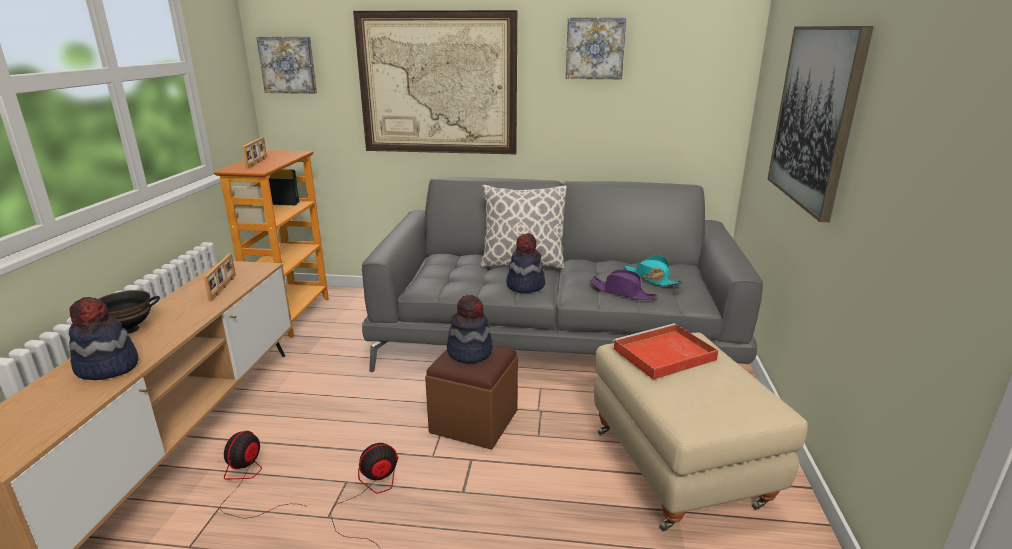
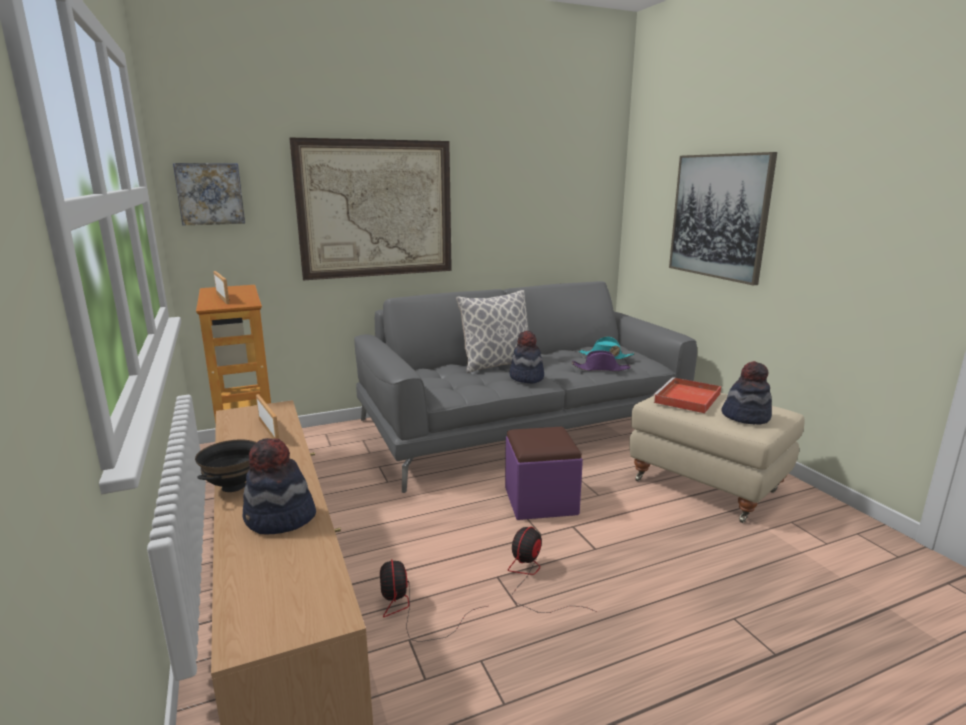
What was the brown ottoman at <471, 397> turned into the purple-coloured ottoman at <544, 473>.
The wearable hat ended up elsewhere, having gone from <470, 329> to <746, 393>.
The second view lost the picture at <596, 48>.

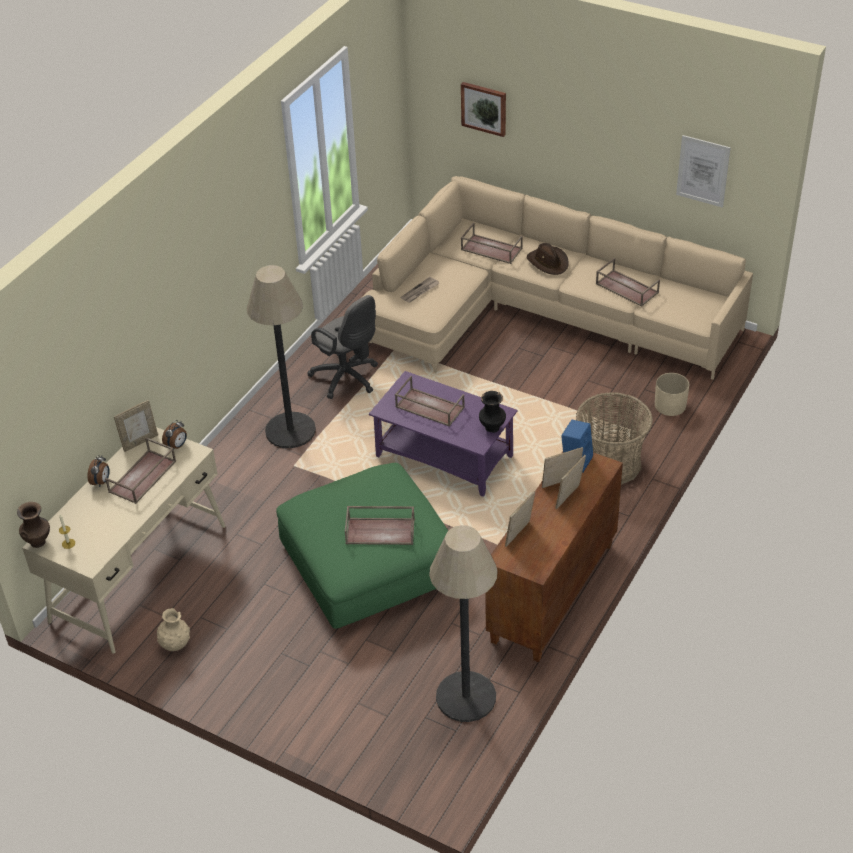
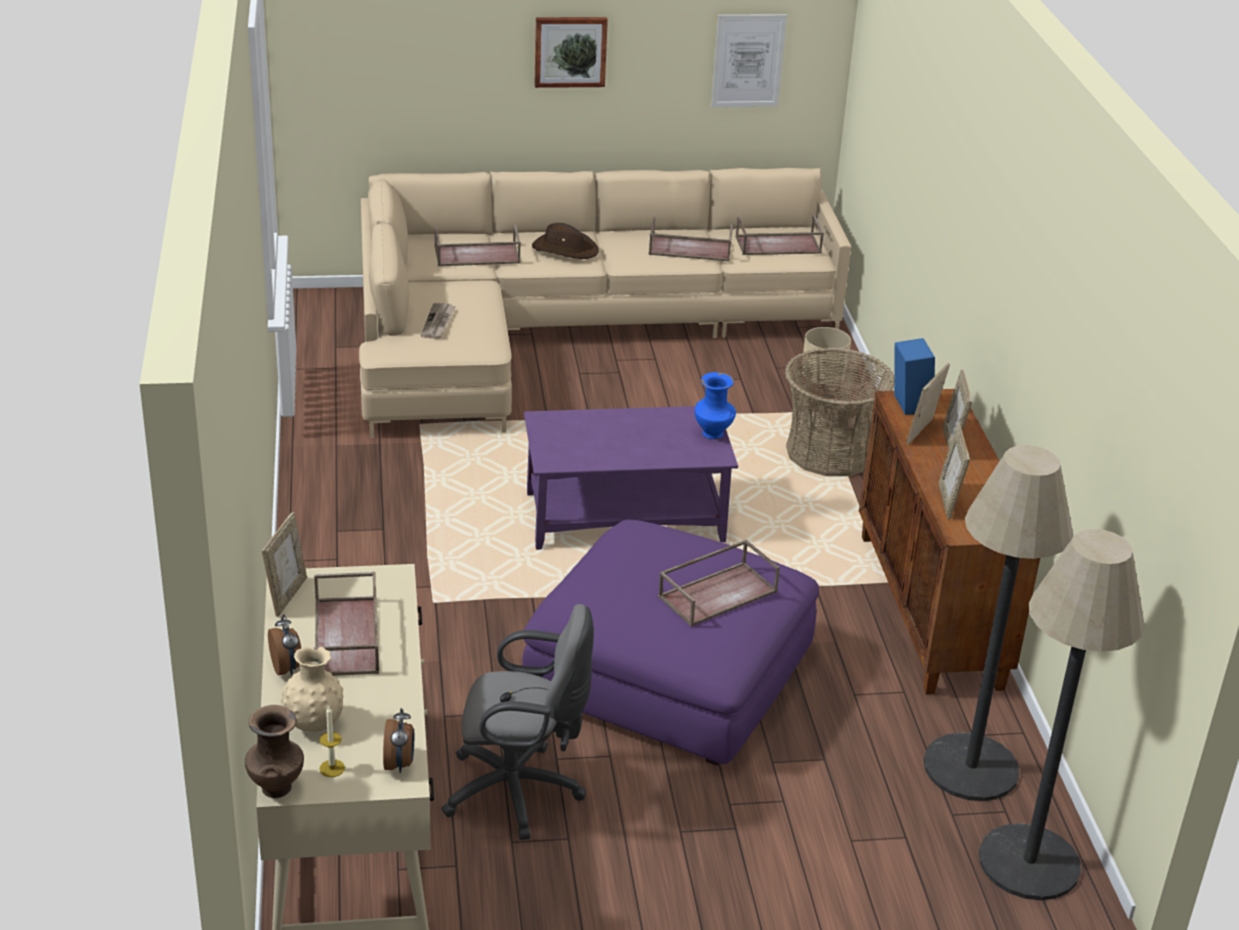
The beige flower vase ended up elsewhere, having gone from <173, 629> to <312, 689>.
The table clock ended up elsewhere, having gone from <174, 434> to <398, 740>.
The greyish office chair ended up elsewhere, having gone from <342, 347> to <517, 722>.
What was the green ottoman at <362, 546> turned into the purple-coloured ottoman at <670, 643>.
The picture ended up elsewhere, having gone from <483, 109> to <571, 52>.
What was the black-coloured flower vase at <492, 412> turned into the blue flower vase at <715, 405>.
The brown tray ended up elsewhere, having gone from <430, 401> to <779, 235>.
The standing lamp ended up elsewhere, having gone from <281, 356> to <1062, 714>.

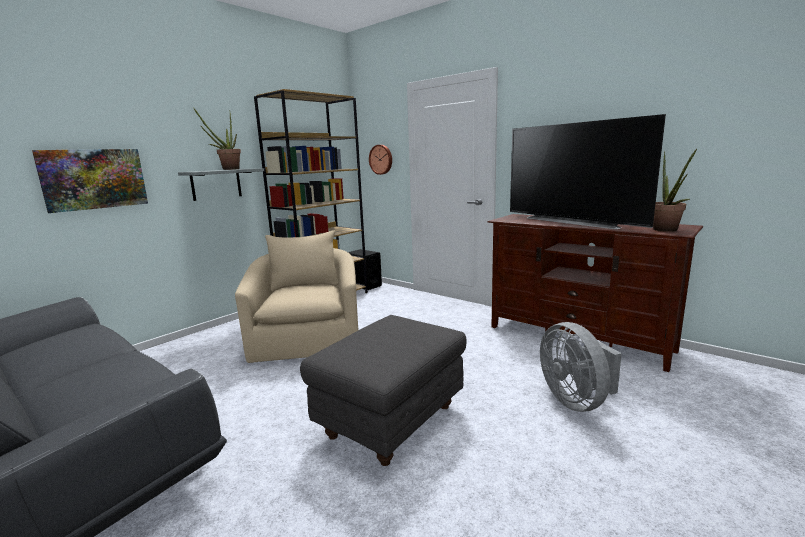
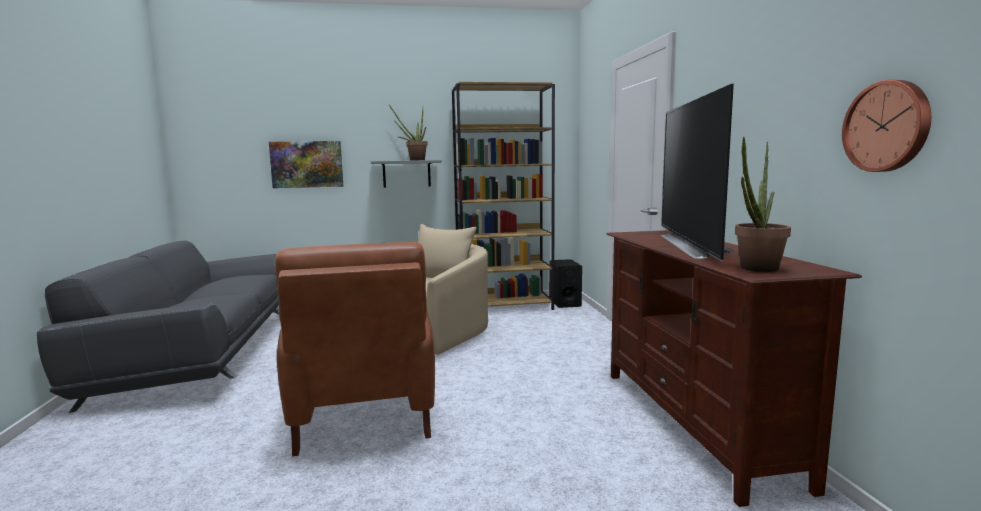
Where the greyish ottoman stood at <383, 390>, the brown easy chair came to stand at <355, 349>.
The clock on the wall ended up elsewhere, having gone from <380, 160> to <886, 126>.
The second view lost the greyish electric fan at <581, 367>.

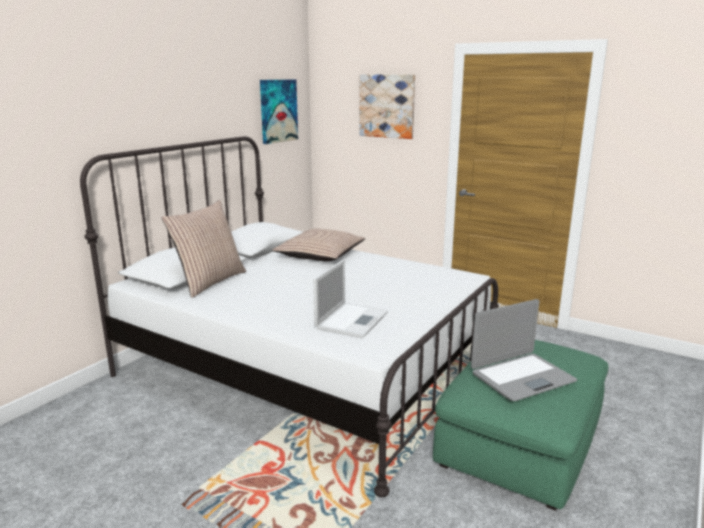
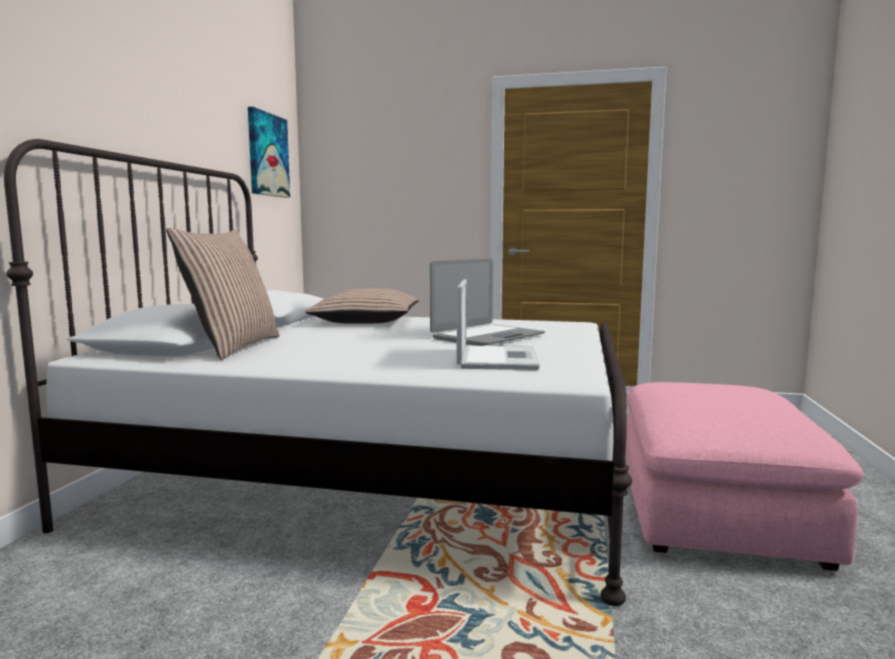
The laptop ended up elsewhere, having gone from <524, 350> to <487, 302>.
What was the green ottoman at <520, 425> turned into the pink ottoman at <744, 476>.
The second view lost the picture at <387, 106>.

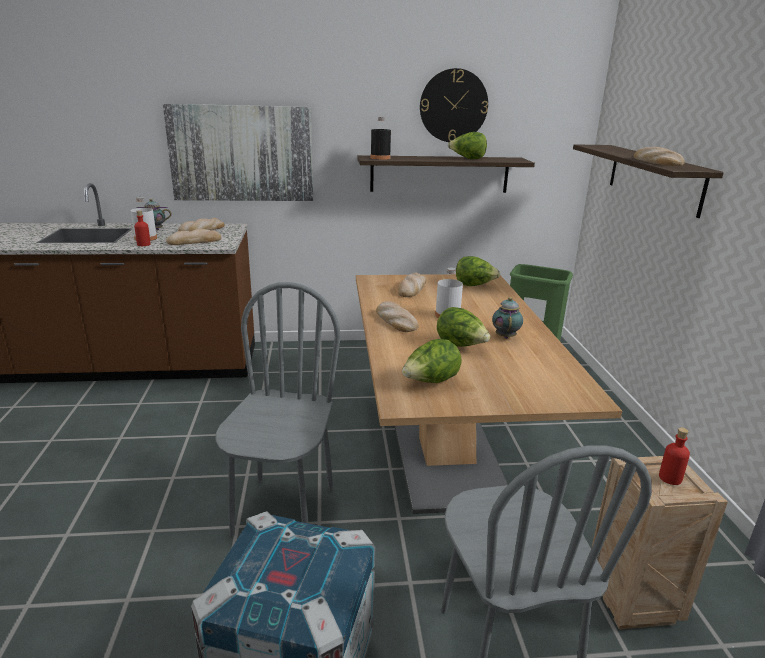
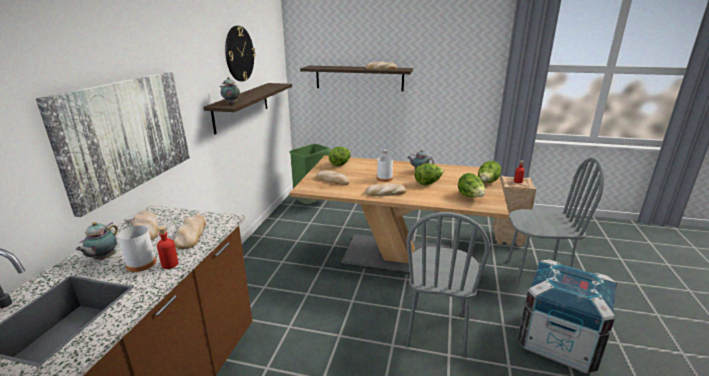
Where the black-coloured drink bottle stood at <381, 138>, the pot for tea came to stand at <230, 90>.
The greyish plain chair at <278, 409> ended up facing another way, 105 degrees counterclockwise from before.
The lettuce ended up elsewhere, having gone from <467, 145> to <489, 171>.

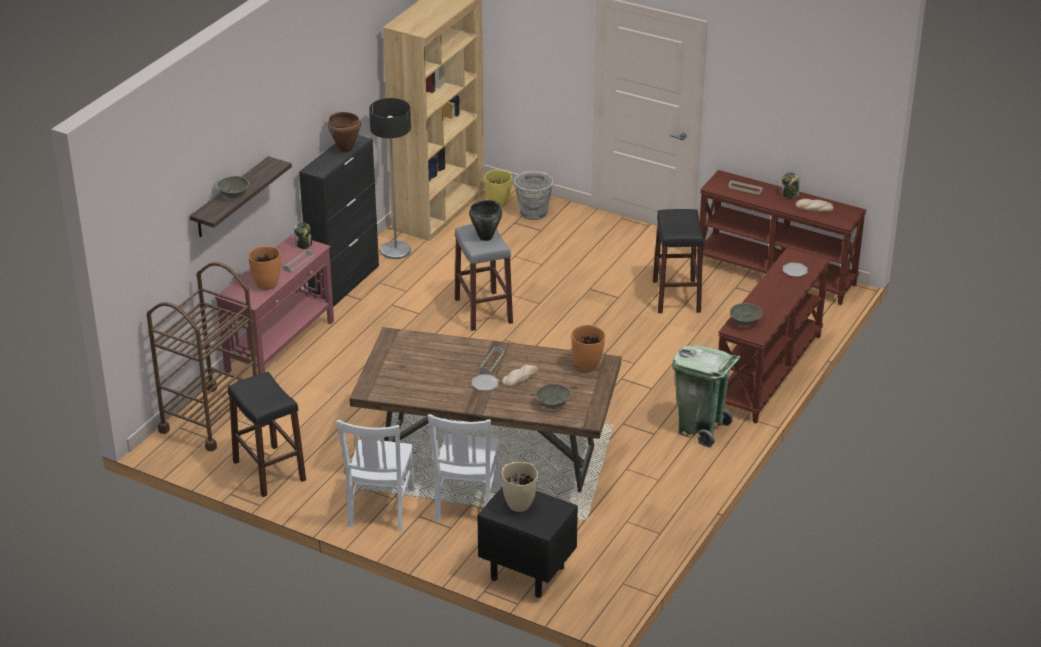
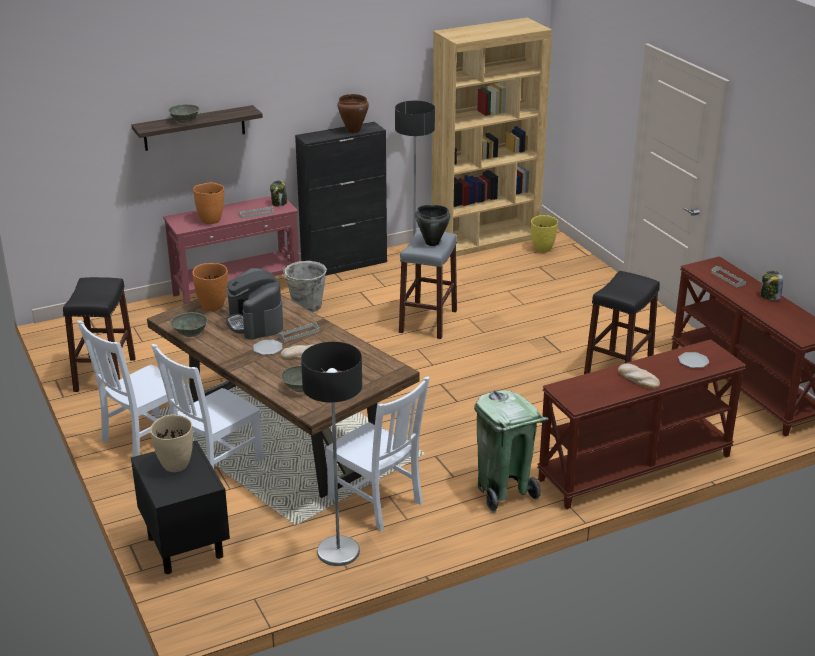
The greyish deep dish ended up elsewhere, having gone from <746, 315> to <189, 324>.
The orange flower vase ended up elsewhere, having gone from <588, 348> to <210, 287>.
The second view gained the coffee maker at <254, 304>.
The greyish bucket ended up elsewhere, having gone from <533, 195> to <305, 286>.
The second view gained the standing lamp at <331, 454>.
The second view gained the white plain chair at <378, 454>.
The bakery bread ended up elsewhere, having gone from <814, 205> to <639, 376>.
The second view lost the brown cart at <202, 356>.

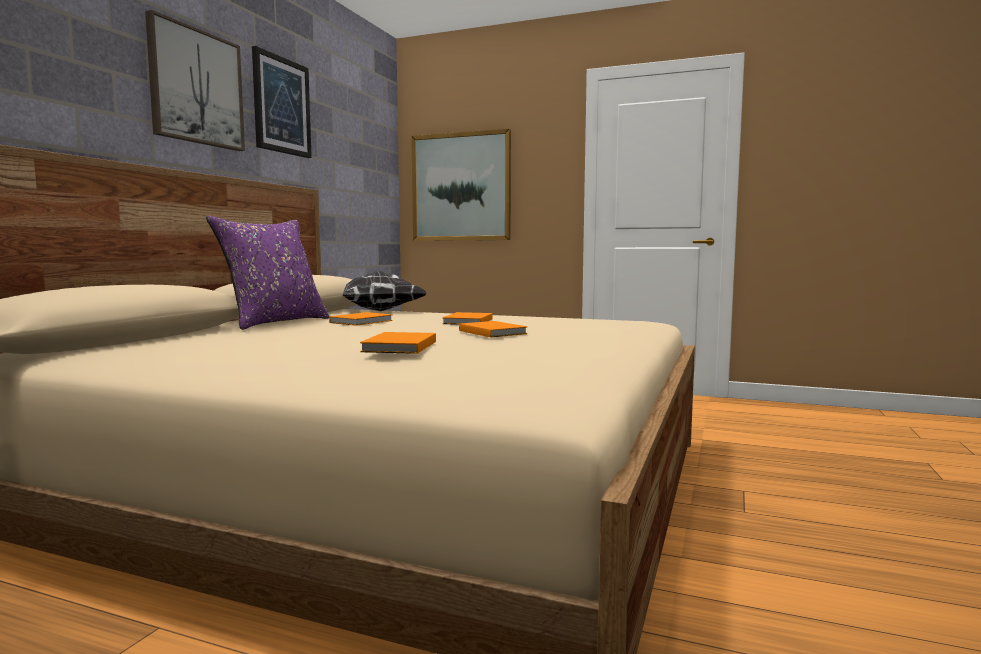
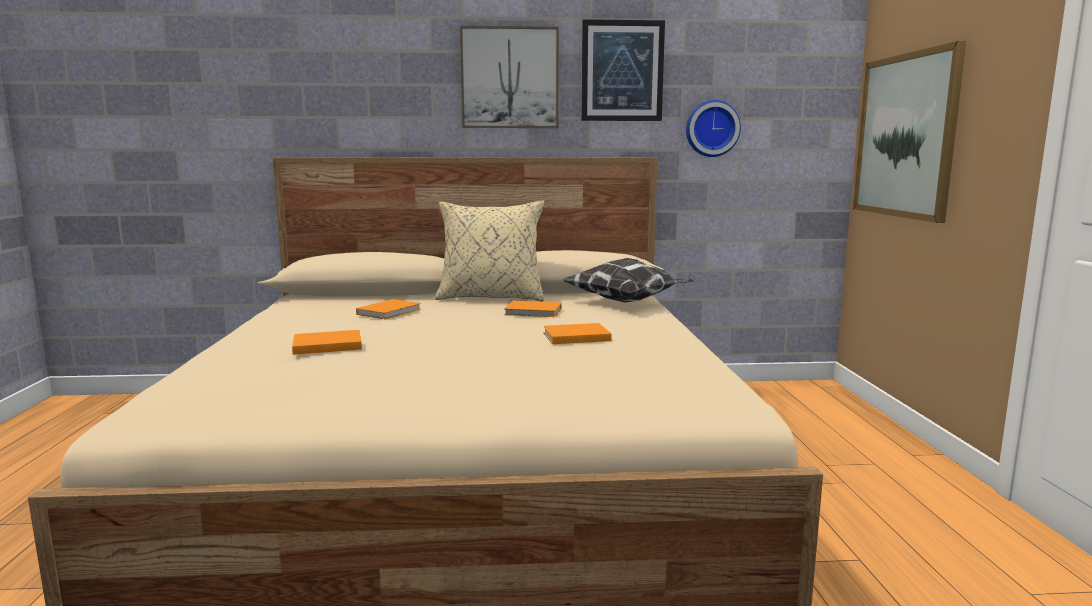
The orange bound book ended up elsewhere, having gone from <493, 329> to <388, 309>.
What was the purple-coloured throw pillow at <267, 273> turned into the beige throw pillow at <489, 251>.
The second view gained the clock on the wall at <713, 128>.

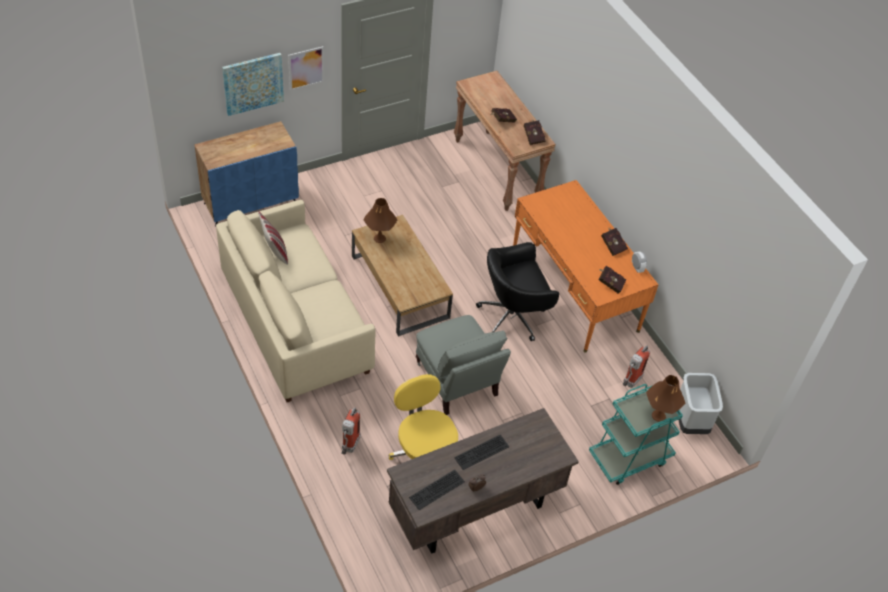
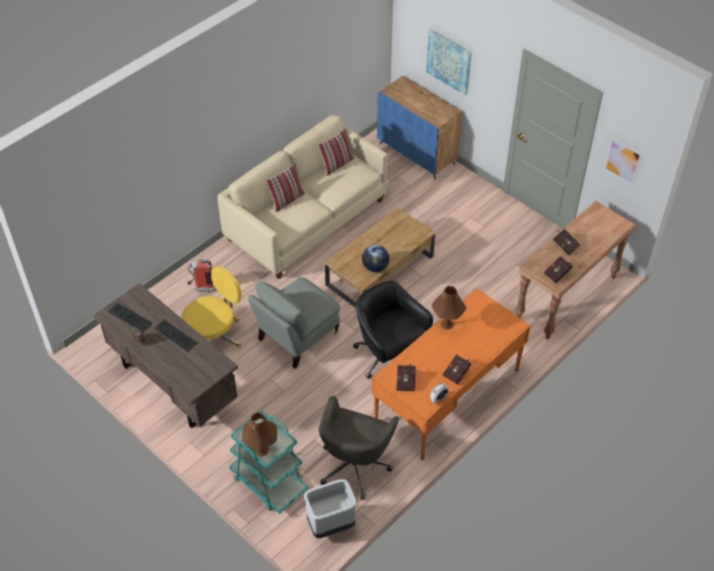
The second view gained the throw pillow at <285, 187>.
Where the extinguisher stood at <636, 367>, the greyish office chair came to stand at <359, 448>.
The second view gained the world globe at <375, 258>.
The brown lamp for a table ended up elsewhere, having gone from <380, 220> to <449, 307>.
The picture ended up elsewhere, having gone from <306, 68> to <623, 161>.

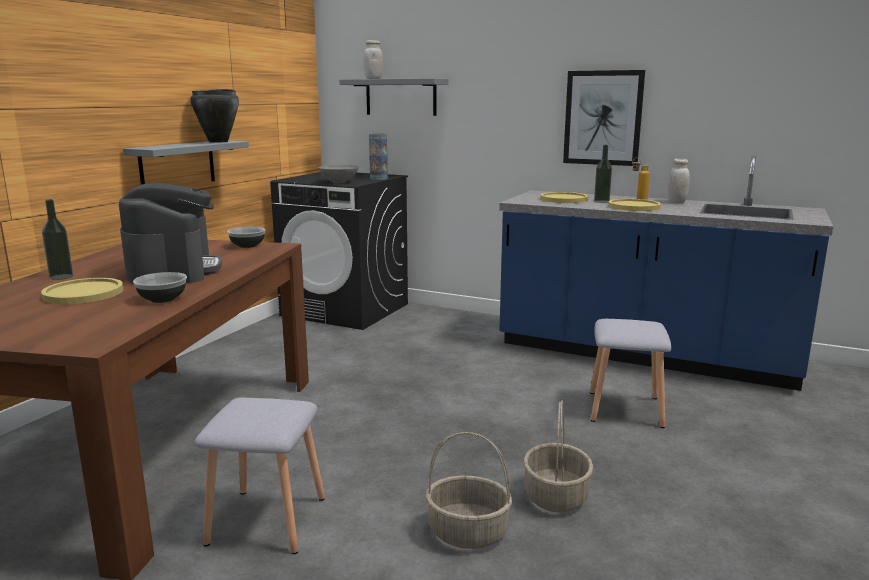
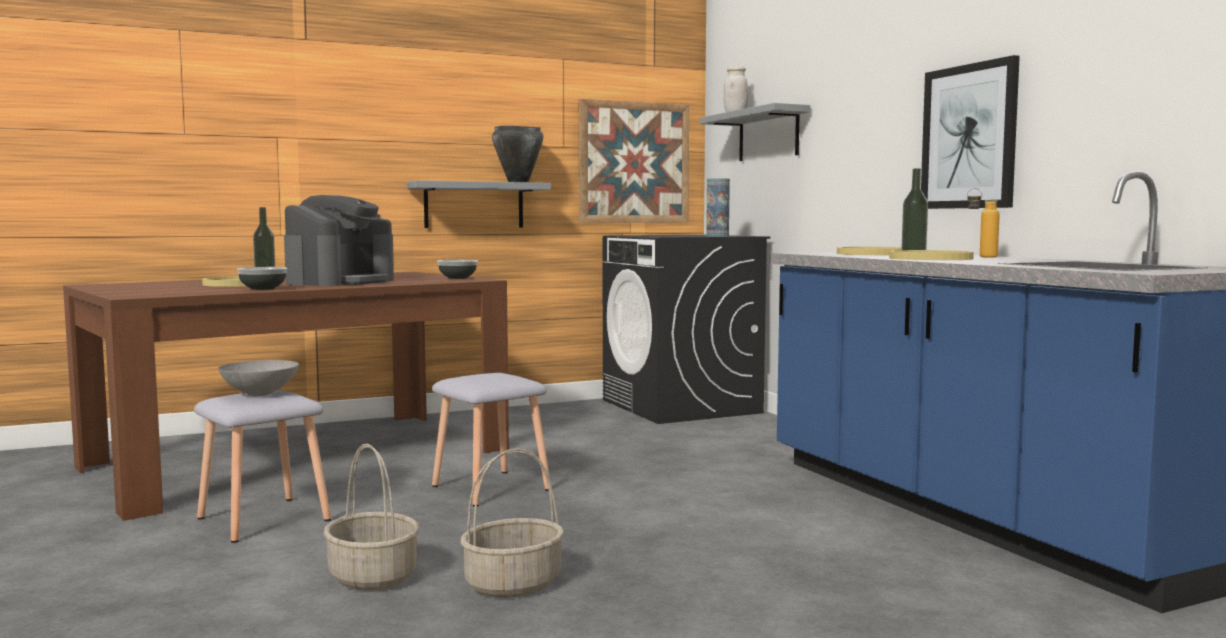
The greyish deep dish ended up elsewhere, having gone from <338, 174> to <258, 378>.
The greyish stool seat ended up elsewhere, having gone from <631, 373> to <491, 440>.
The second view gained the picture at <634, 161>.
The second view lost the white storage jar at <679, 180>.

